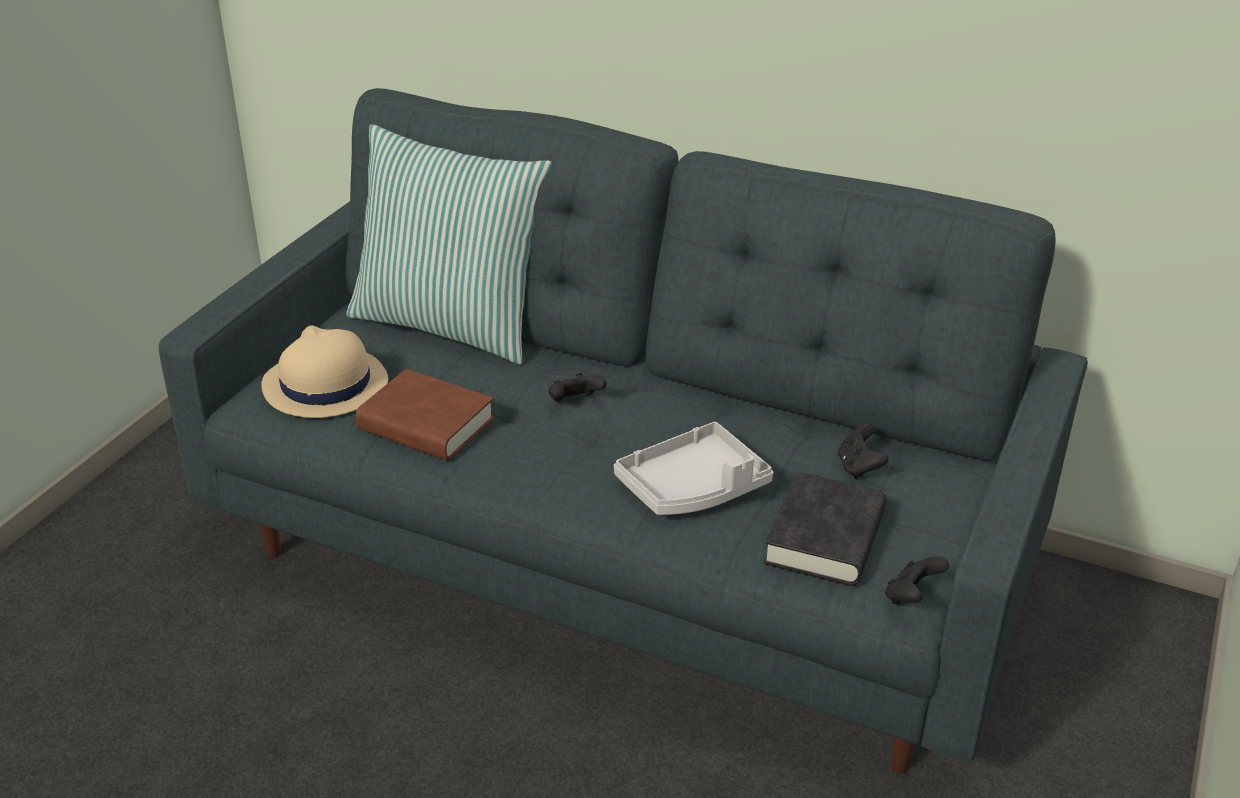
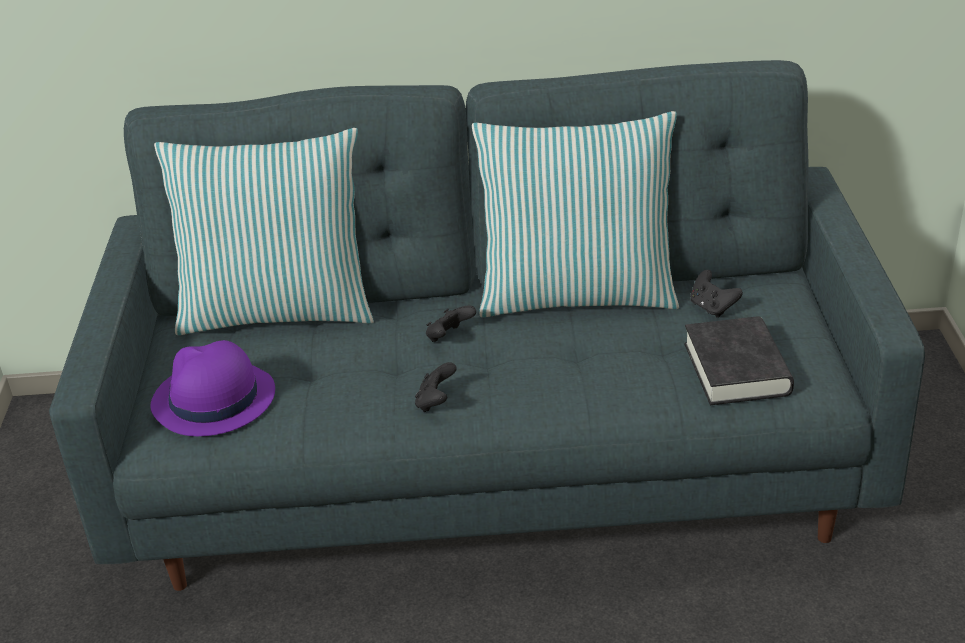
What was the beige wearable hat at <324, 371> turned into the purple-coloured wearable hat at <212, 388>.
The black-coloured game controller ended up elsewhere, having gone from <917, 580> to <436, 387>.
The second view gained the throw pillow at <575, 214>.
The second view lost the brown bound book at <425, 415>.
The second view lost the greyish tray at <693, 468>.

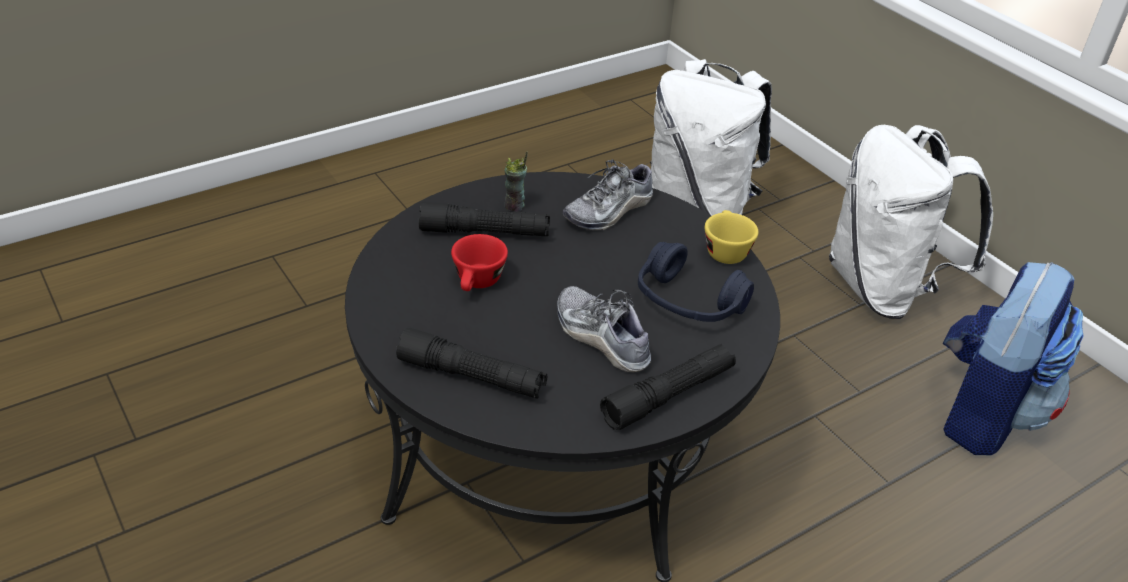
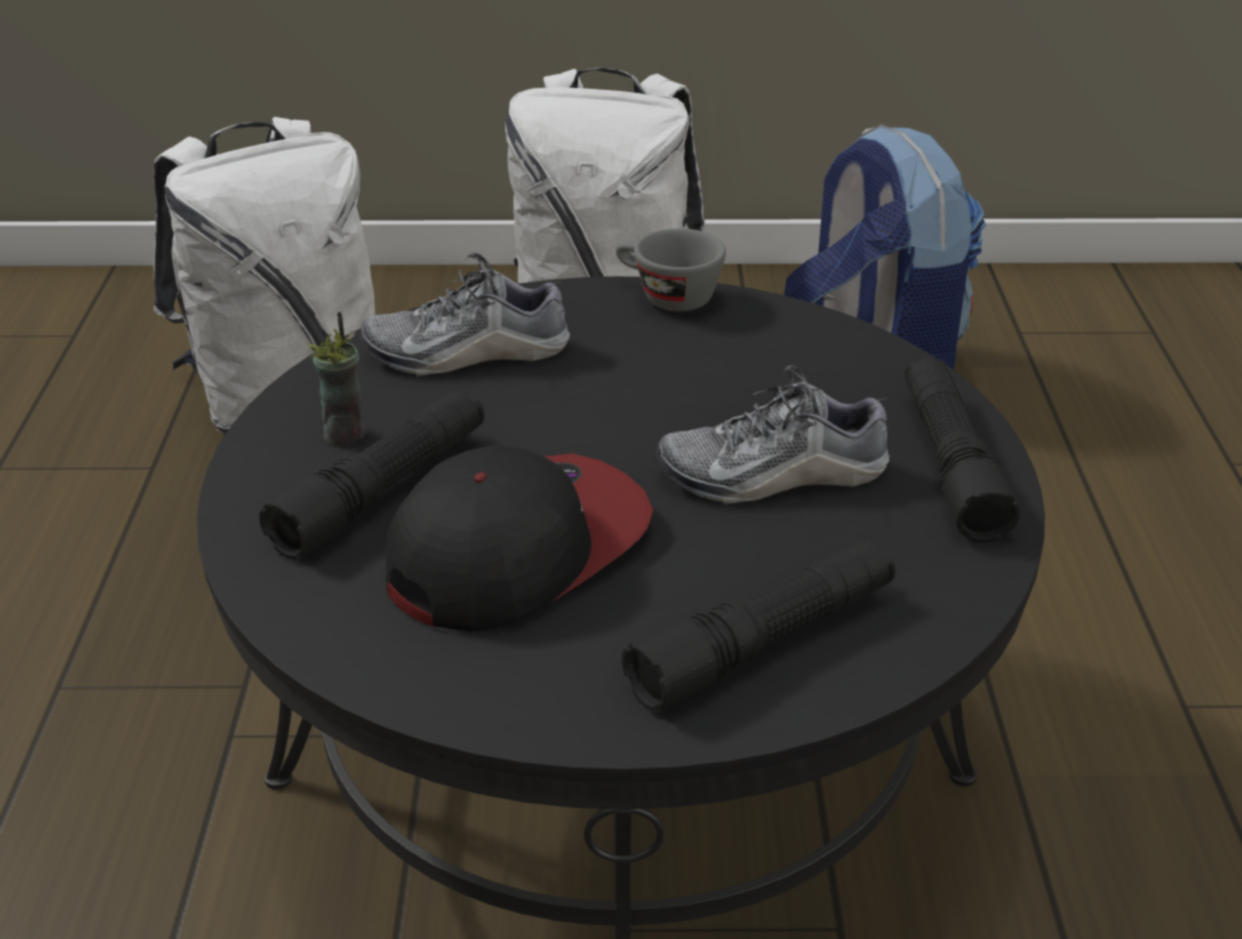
The low shoe at <608, 195> ended up facing another way, 90 degrees clockwise from before.
Where the red drinking cup stood at <479, 262>, the peaked cap came to stand at <519, 538>.
What was the yellowish drinking cup at <731, 237> turned into the greyish drinking cup at <671, 269>.
The second view lost the blue headphones at <696, 282>.

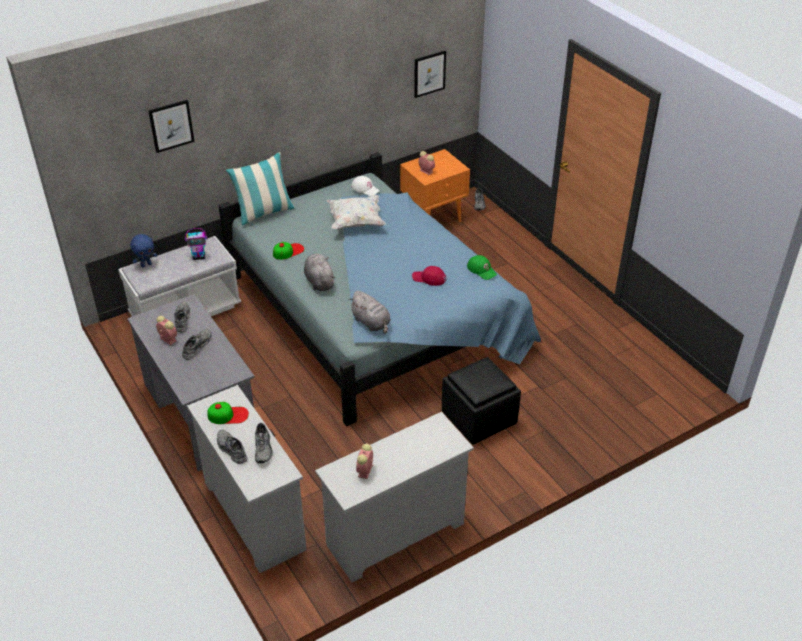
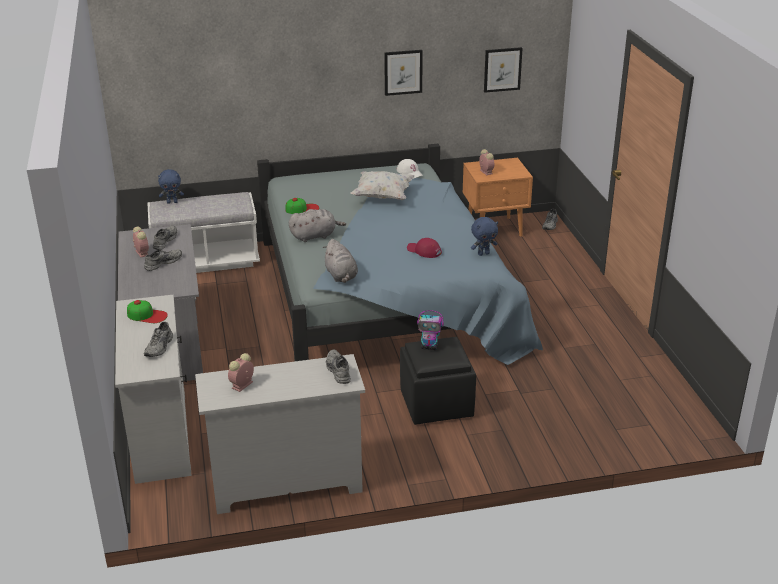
The greyish soft toy at <320, 272> ended up facing another way, 75 degrees clockwise from before.
The greyish low shoe ended up elsewhere, having gone from <232, 447> to <338, 366>.
The picture ended up elsewhere, having gone from <171, 126> to <403, 73>.
The toy robot ended up elsewhere, having gone from <196, 244> to <430, 330>.
Where the green peaked cap stood at <482, 267>, the blue soft toy came to stand at <484, 236>.
The second view lost the throw pillow at <260, 188>.

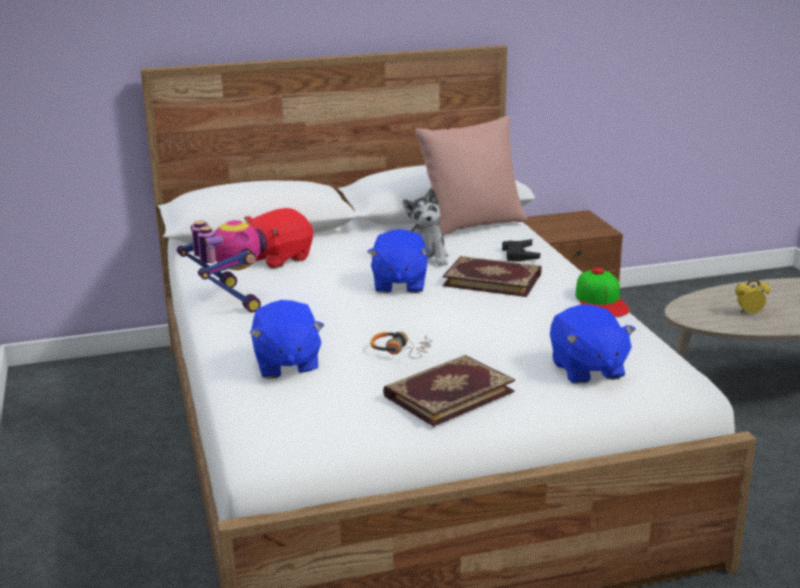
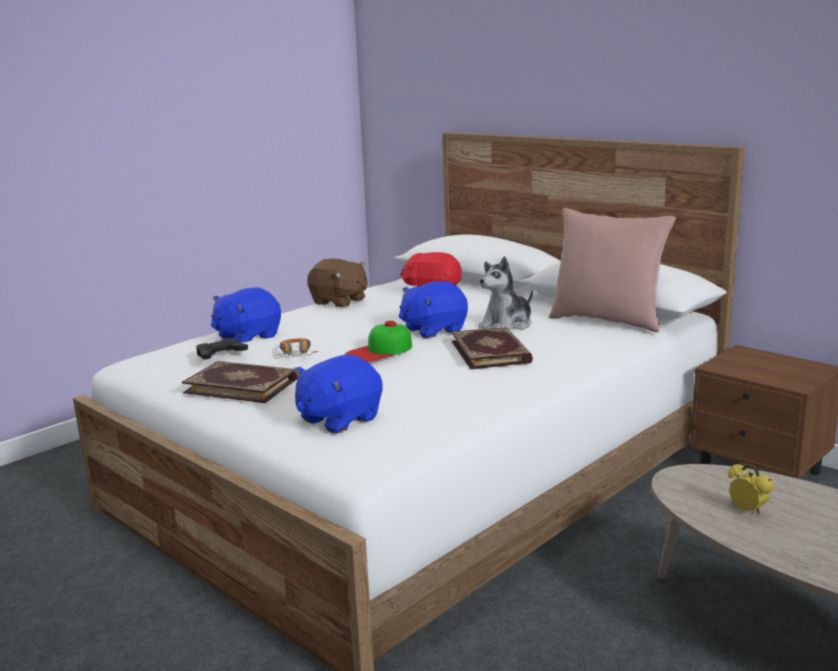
The black-coloured game controller ended up elsewhere, having gone from <521, 250> to <222, 349>.
Where the toy robot stood at <222, 266>, the brown soft toy came to stand at <337, 283>.
The peaked cap ended up elsewhere, having gone from <602, 292> to <378, 341>.

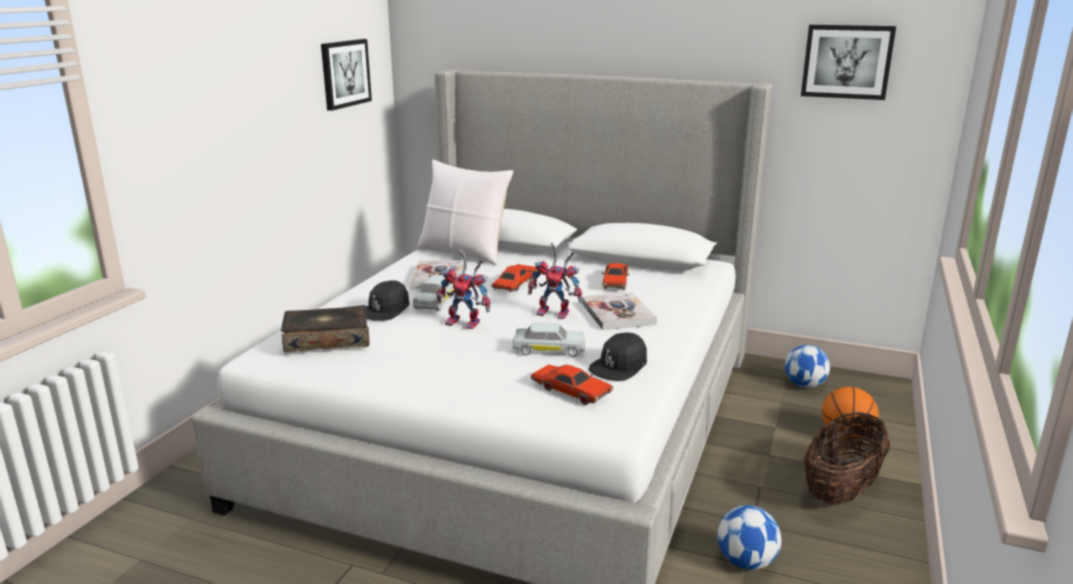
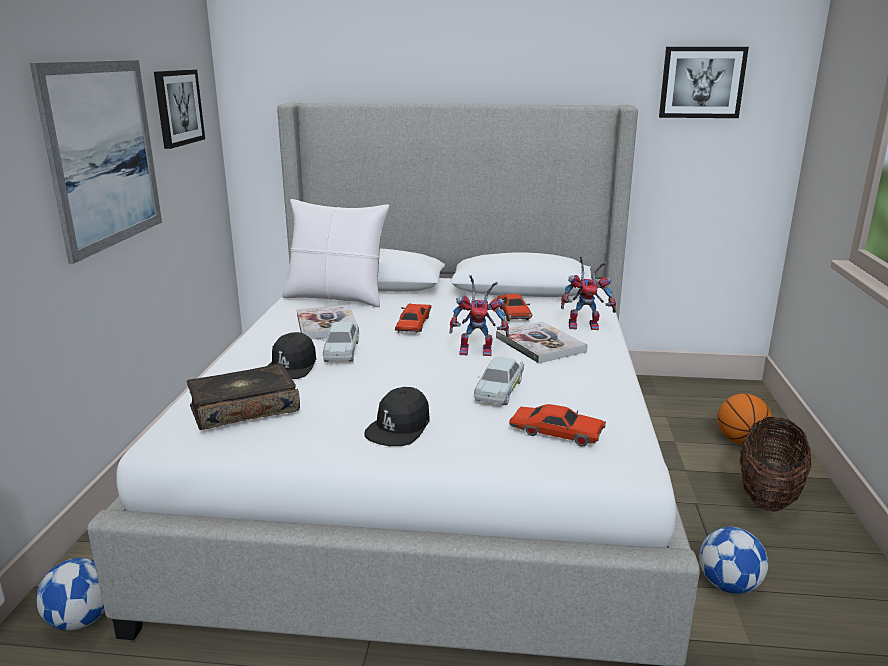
The second view gained the picture at <96, 162>.
The football ended up elsewhere, having gone from <807, 366> to <70, 594>.
The black-coloured peaked cap ended up elsewhere, having gone from <617, 356> to <397, 416>.
The white toy car at <548, 339> ended up facing another way, 120 degrees clockwise from before.
The toy robot ended up elsewhere, having gone from <463, 289> to <588, 293>.

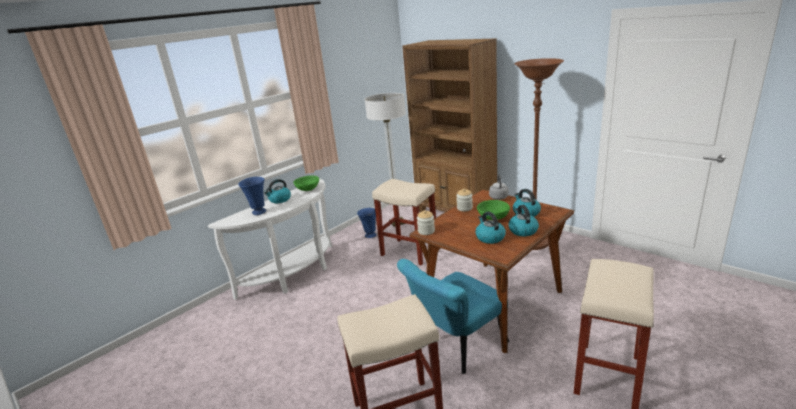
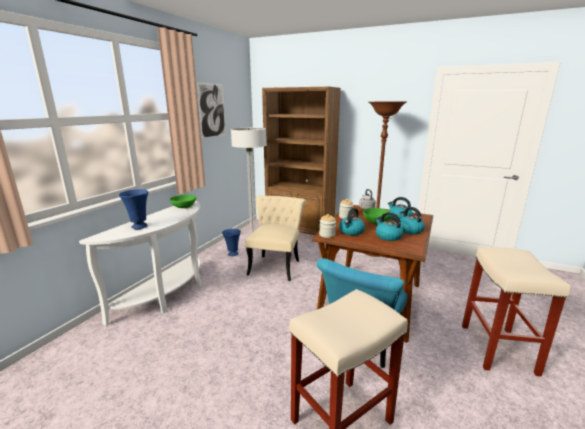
The second view gained the picture at <211, 110>.
Where the beige stool seat stood at <404, 222>, the beige plain chair came to stand at <275, 238>.
The tea kettle ended up elsewhere, having gone from <277, 191> to <352, 221>.

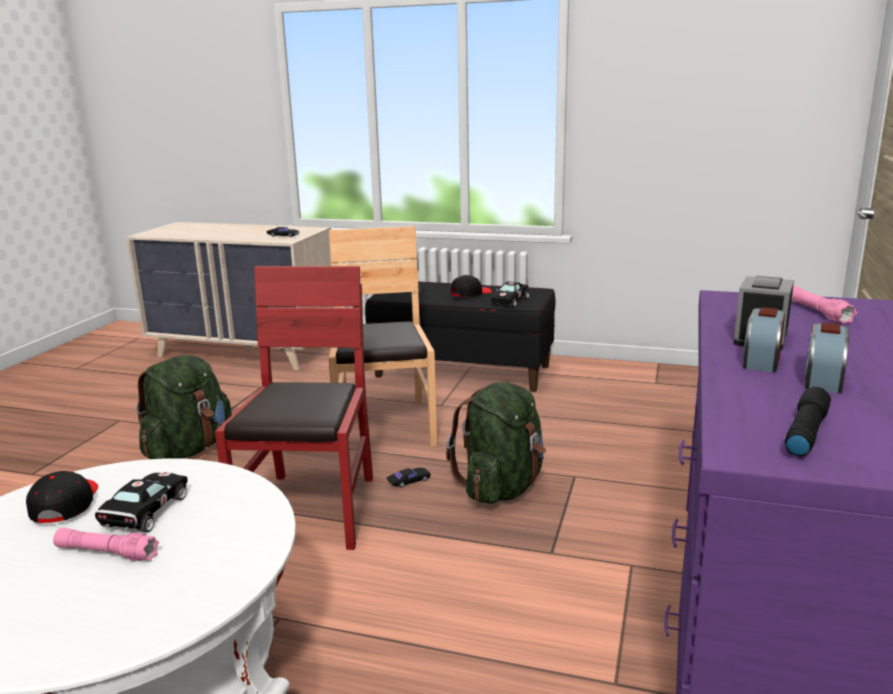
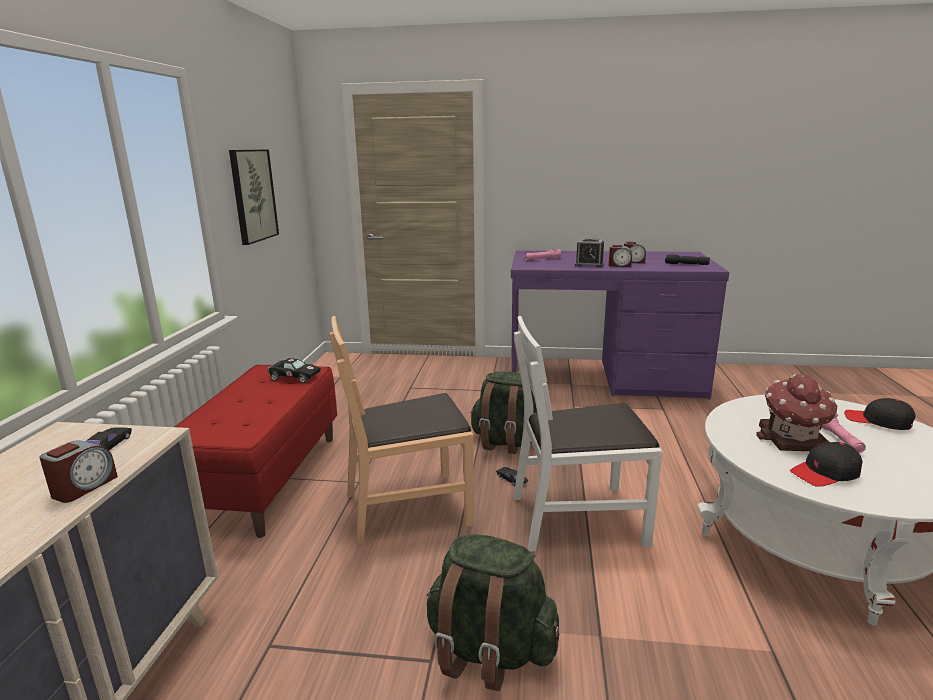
The second view gained the table clock at <78, 471>.
What was the black-coloured bench at <460, 336> turned into the red bench at <256, 451>.
The second view gained the picture at <254, 197>.
What was the red plain chair at <294, 408> turned into the white plain chair at <588, 434>.
Where the black-coloured toy car stood at <141, 502>, the model house came to stand at <797, 412>.
The black-coloured peaked cap ended up elsewhere, having gone from <471, 286> to <879, 414>.

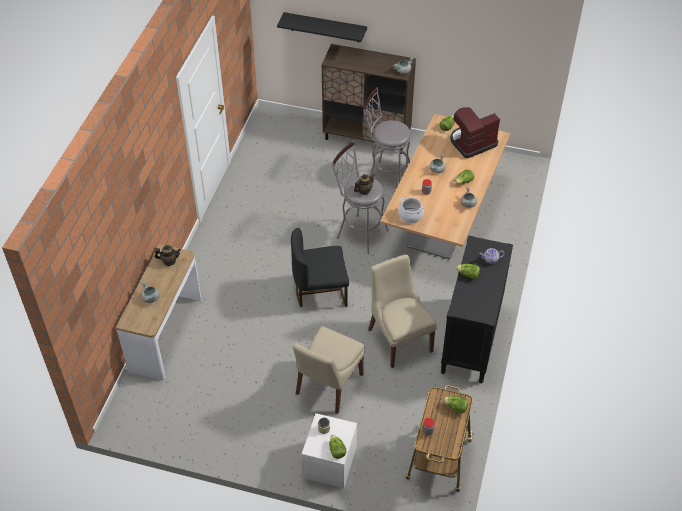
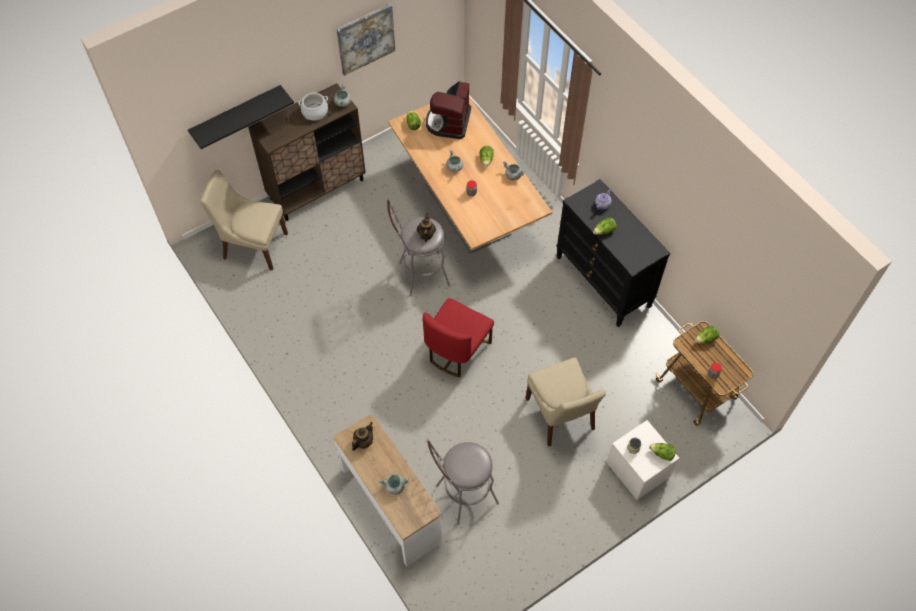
The beige plain chair ended up elsewhere, having gone from <402, 311> to <244, 220>.
The cooking pot ended up elsewhere, having gone from <411, 210> to <313, 107>.
The second view gained the picture at <365, 40>.
What was the black-coloured plain chair at <320, 267> turned into the red plain chair at <458, 337>.
The greyish stool seat ended up elsewhere, having gone from <387, 135> to <463, 482>.

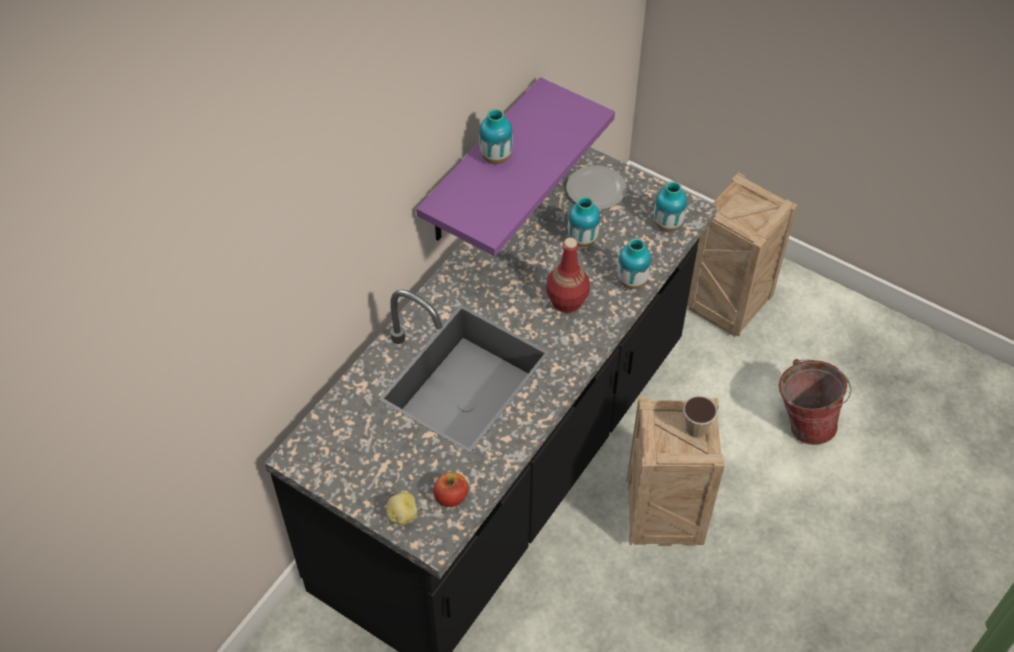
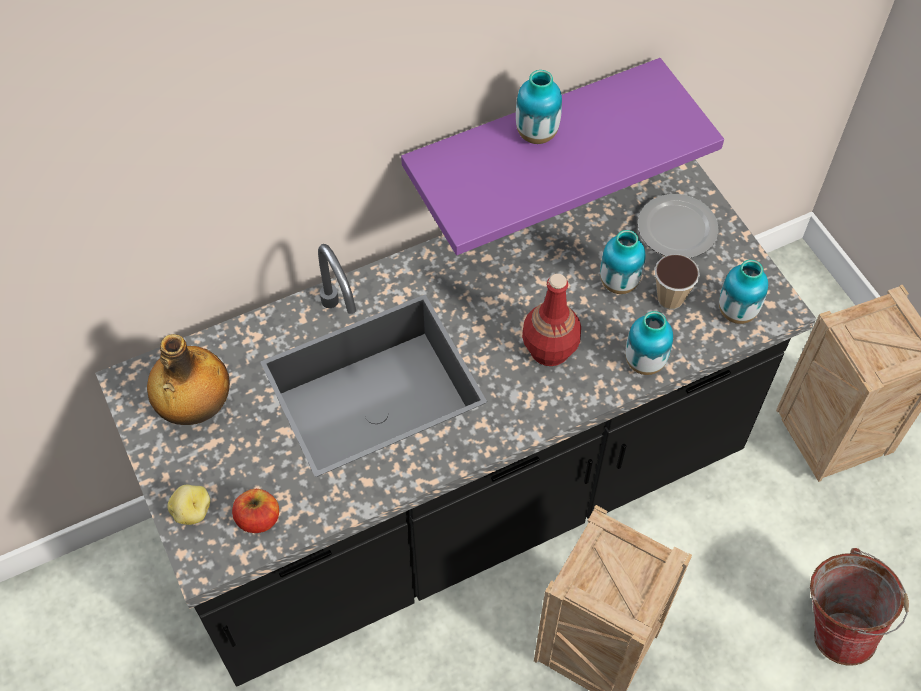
The second view gained the drink bottle at <188, 379>.
The drinking cup ended up elsewhere, having gone from <700, 417> to <677, 282>.

